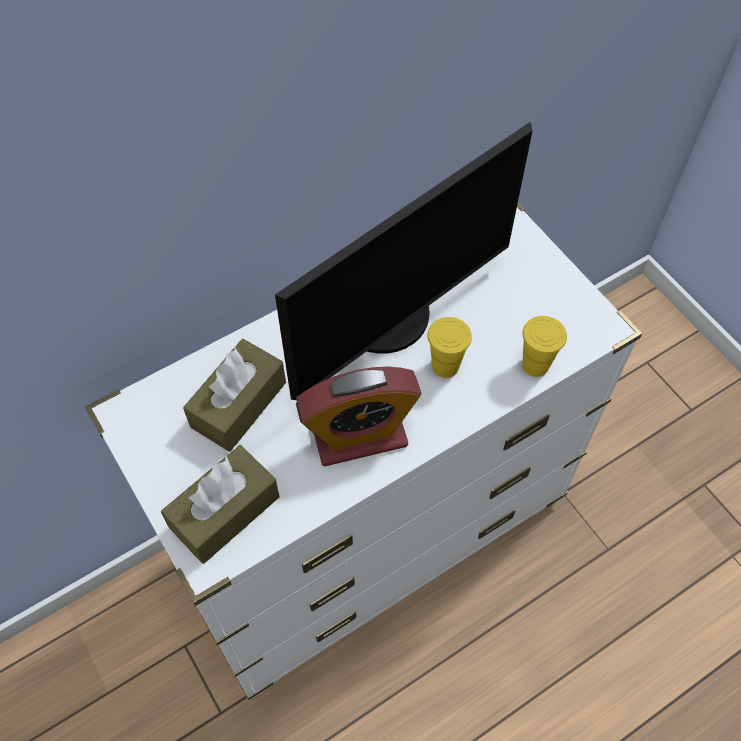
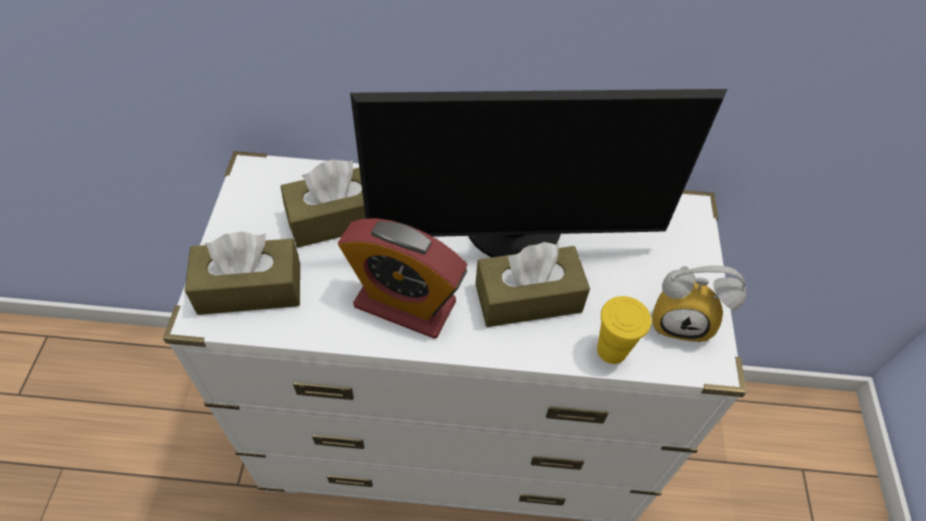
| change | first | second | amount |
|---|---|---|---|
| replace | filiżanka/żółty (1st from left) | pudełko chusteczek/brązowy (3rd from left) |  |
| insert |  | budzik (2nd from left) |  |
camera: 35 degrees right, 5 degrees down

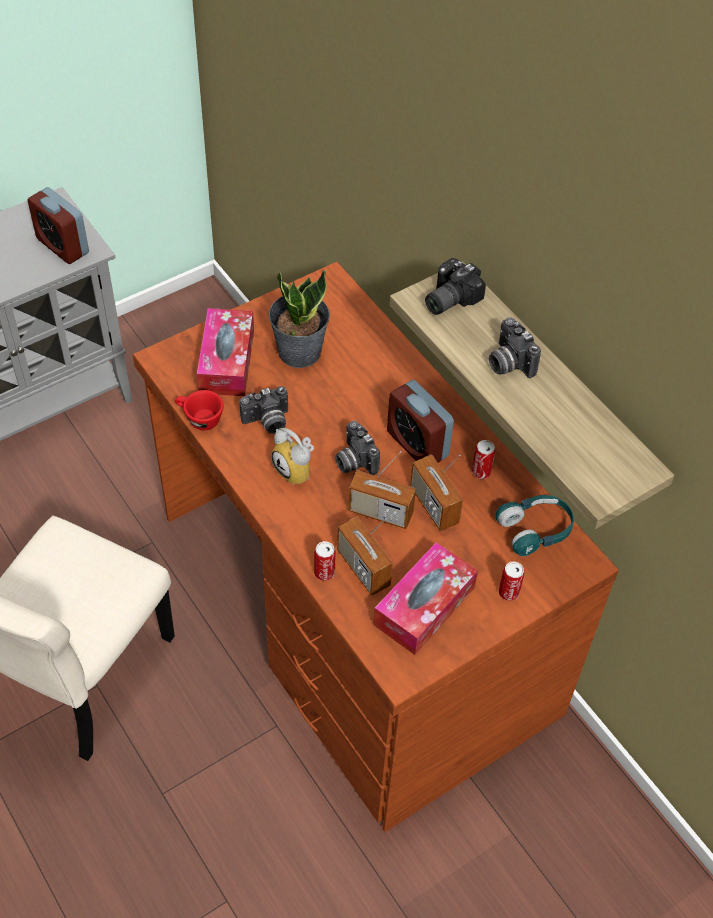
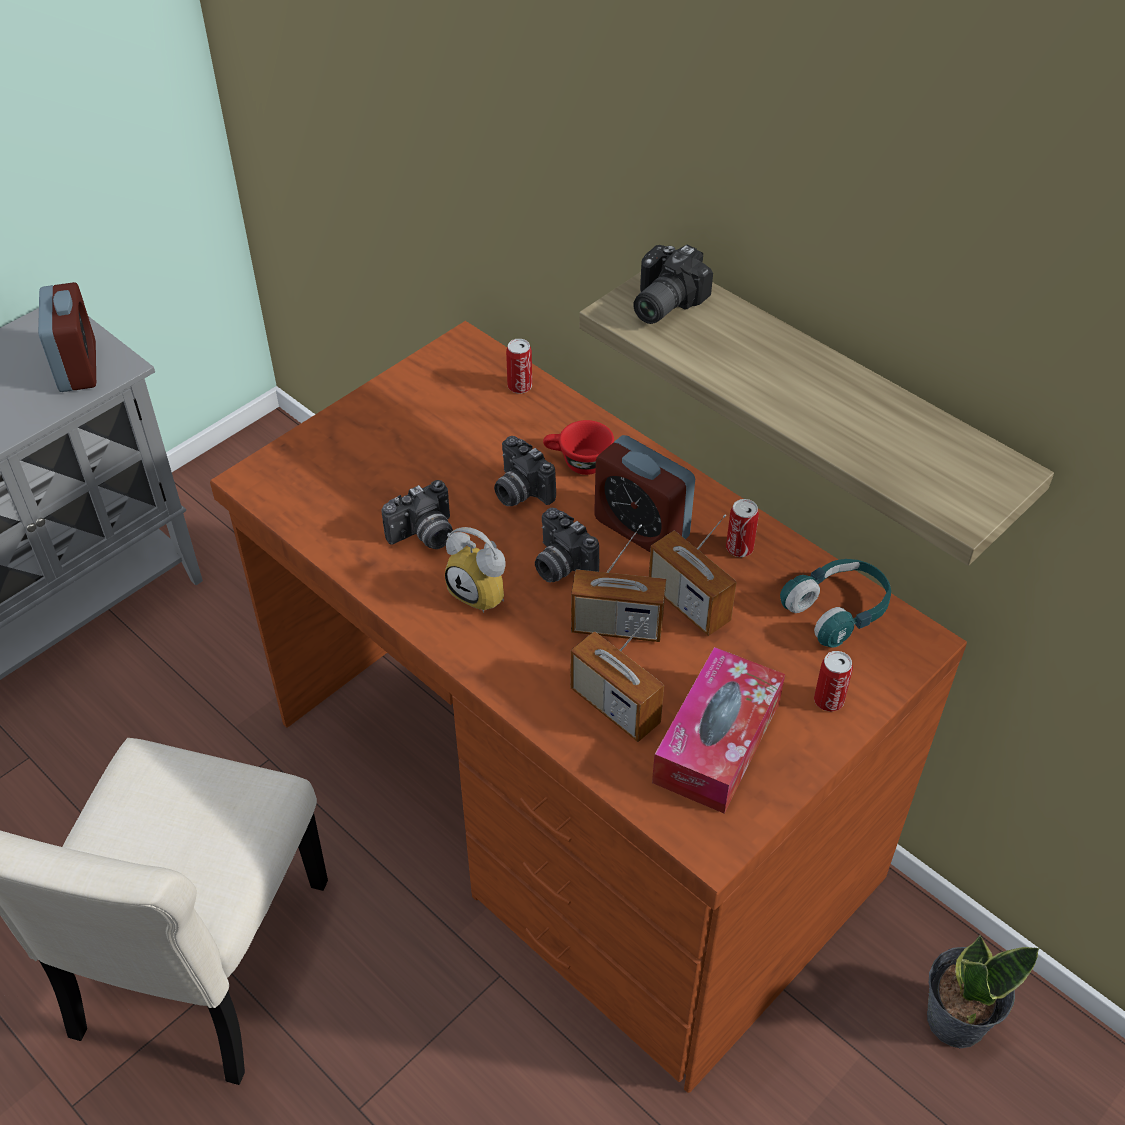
| change | first | second | amount |
|---|---|---|---|
| rotate | budzik (1st from left) |  | 135 degrees counterclockwise |
| move | roślina doniczkowa |  |  |
| delete | pudełko chusteczek (1st from left) |  |  |
| move | aparat fotograficzny (4th from left in the first image) | aparat fotograficzny (2nd from left) |  |
| move | filiżanka/czerwony |  |  |
| move | puszka (1st from left) |  |  |
camera: 10 degrees left, 5 degrees down

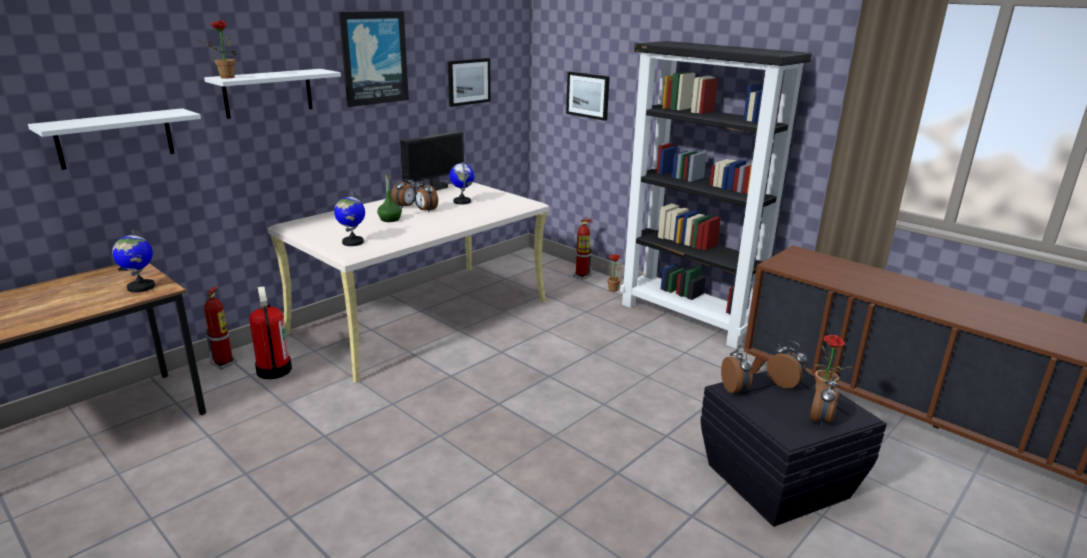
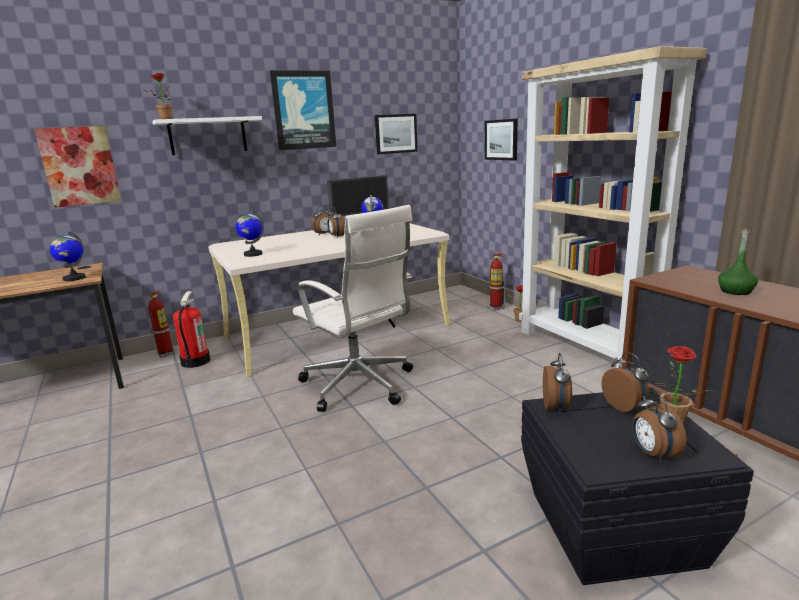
| change | first | second | amount |
|---|---|---|---|
| recolor | regał/czarny | regał/beżowy |  |
| replace | półka/biały (1st from left) | obraz (1st from left) |  |
| move | butelka/zielony |  |  |
| rotate | budzik (5th from left) |  | 120 degrees clockwise |
| insert |  | krzesło biurowe/biały |  |
camera: 20 degrees right, 5 degrees down

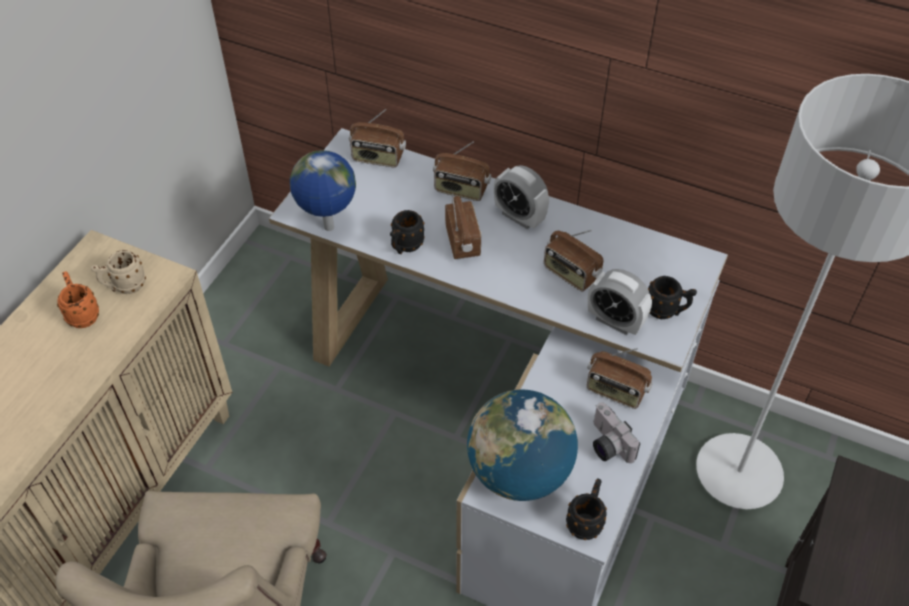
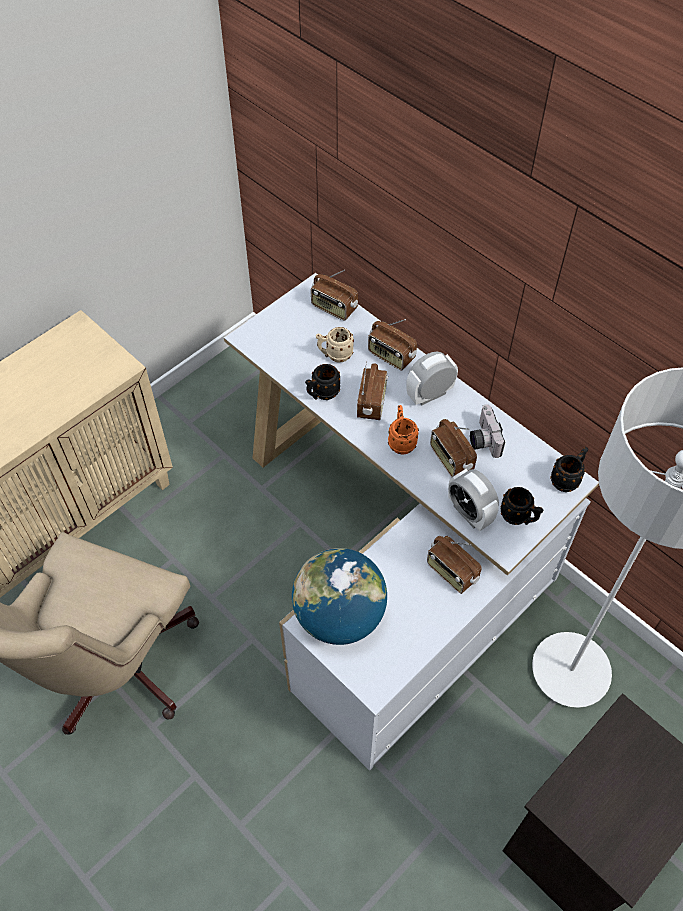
| change | first | second | amount |
|---|---|---|---|
| delete | globus (1st from left) |  |  |
| rotate | budzik (1st from left) |  | 90 degrees clockwise |
| move | kubek/beżowy |  |  |
| move | kubek/pomarańczowy |  |  |
| move | aparat fotograficzny |  |  |
| move | kubek/czarny (2nd from left in the first image) | kubek/czarny (3rd from left) |  |
camera: 20 degrees right, 5 degrees up

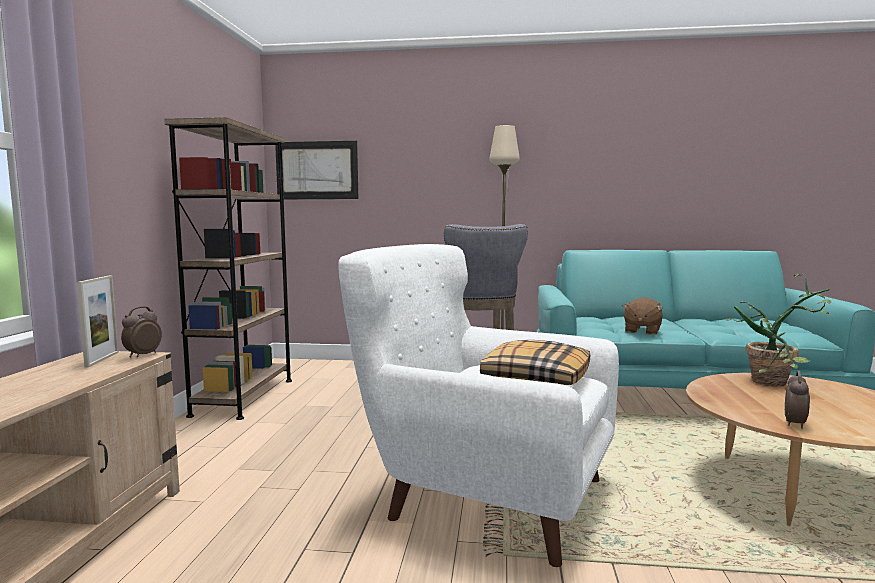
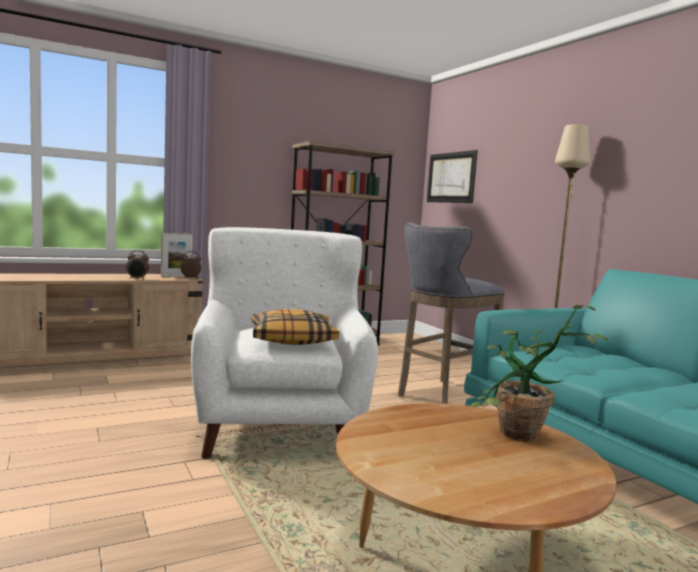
| change | first | second | amount |
|---|---|---|---|
| delete | pluszak/brązowy |  |  |
| move | budzik (2nd from left in the first image) | budzik (1st from left) |  |
camera: 55 degrees right, 0 degrees up

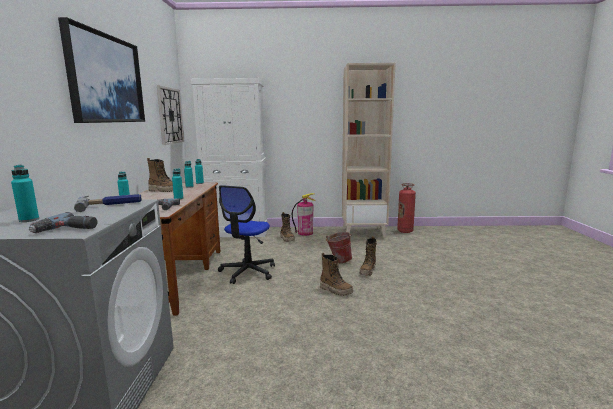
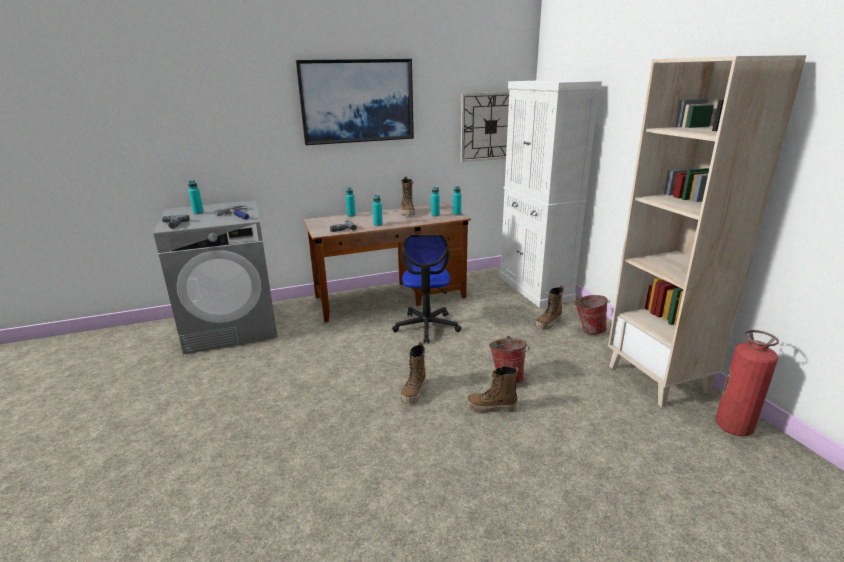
| change | first | second | amount |
|---|---|---|---|
| rotate | krzesło biurowe |  | 90 degrees counterclockwise |
| replace | gaśnica (1st from left) | wiadro (2nd from left) |  |
camera: 70 degrees right, 10 degrees up

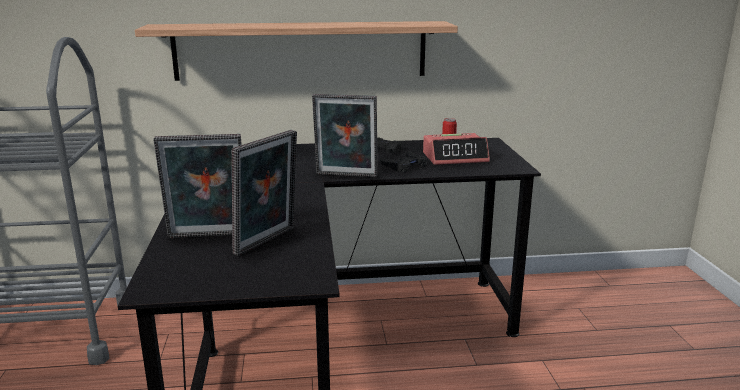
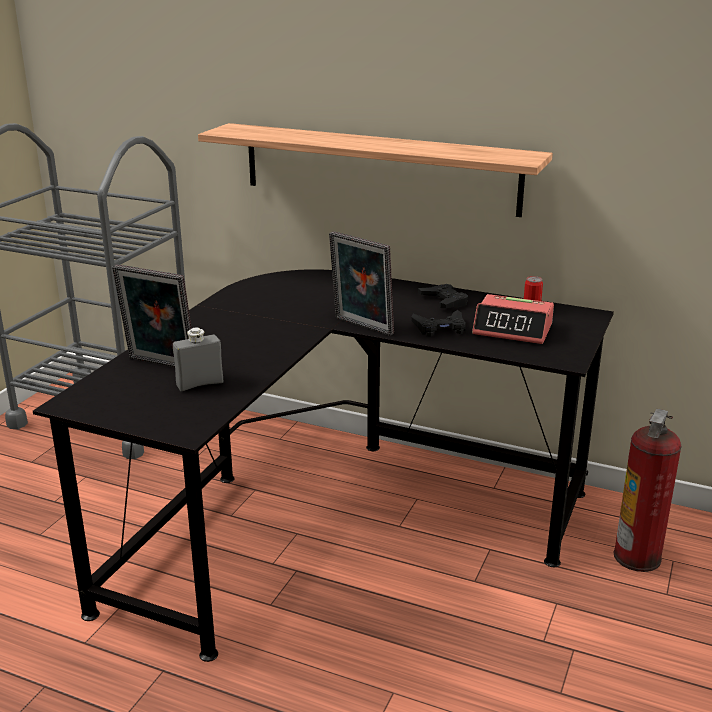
| change | first | second | amount |
|---|---|---|---|
| replace | ramka na zdjęcie (2nd from left) | butelka/szary |  |
| insert |  | gaśnica |  |
camera: 30 degrees right, 5 degrees up

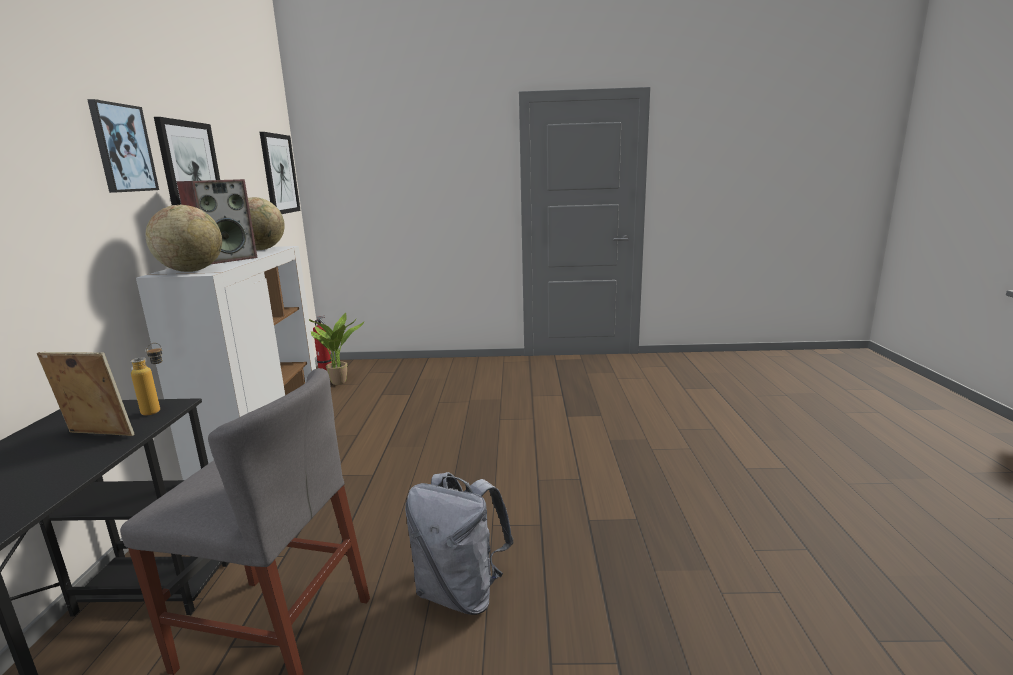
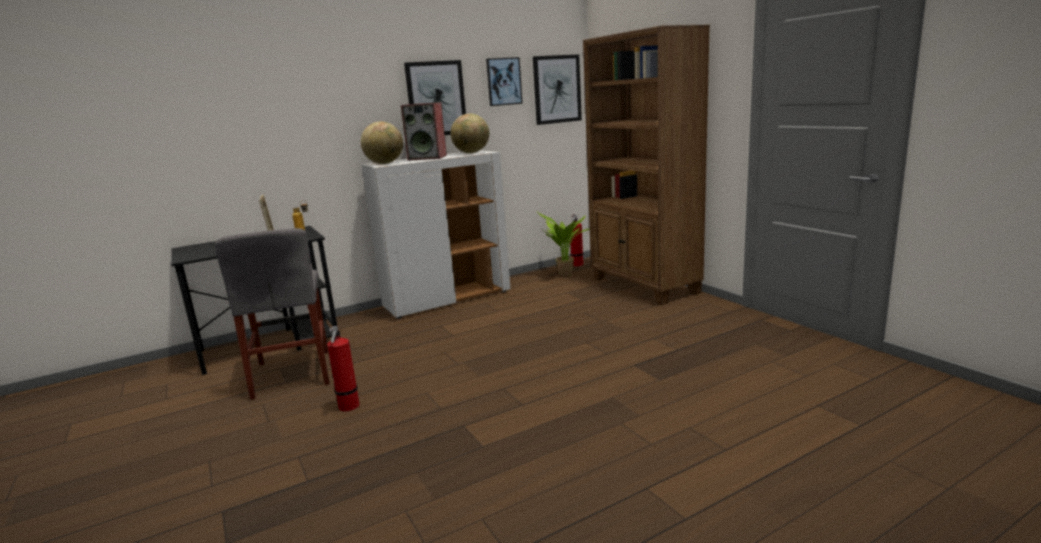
| change | first | second | amount |
|---|---|---|---|
| move | obraz (1st from left in the first image) | obraz (2nd from left) |  |
| replace | plecak/szary | gaśnica (1st from left) |  |
| insert |  | regał/brązowy |  |
camera: 60 degrees right, 0 degrees up

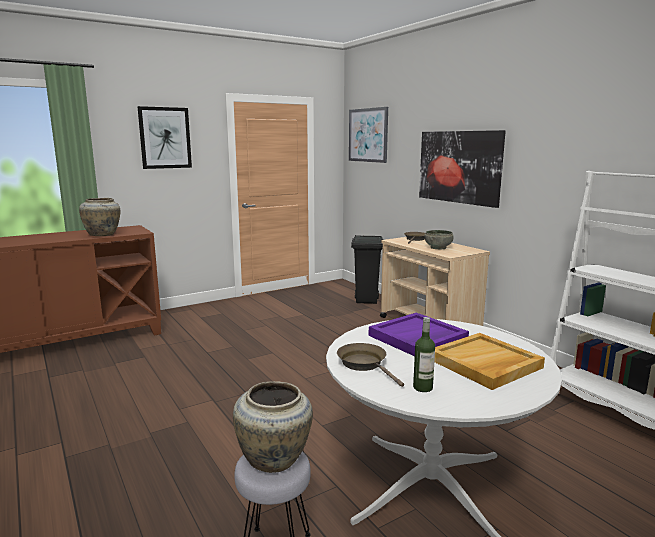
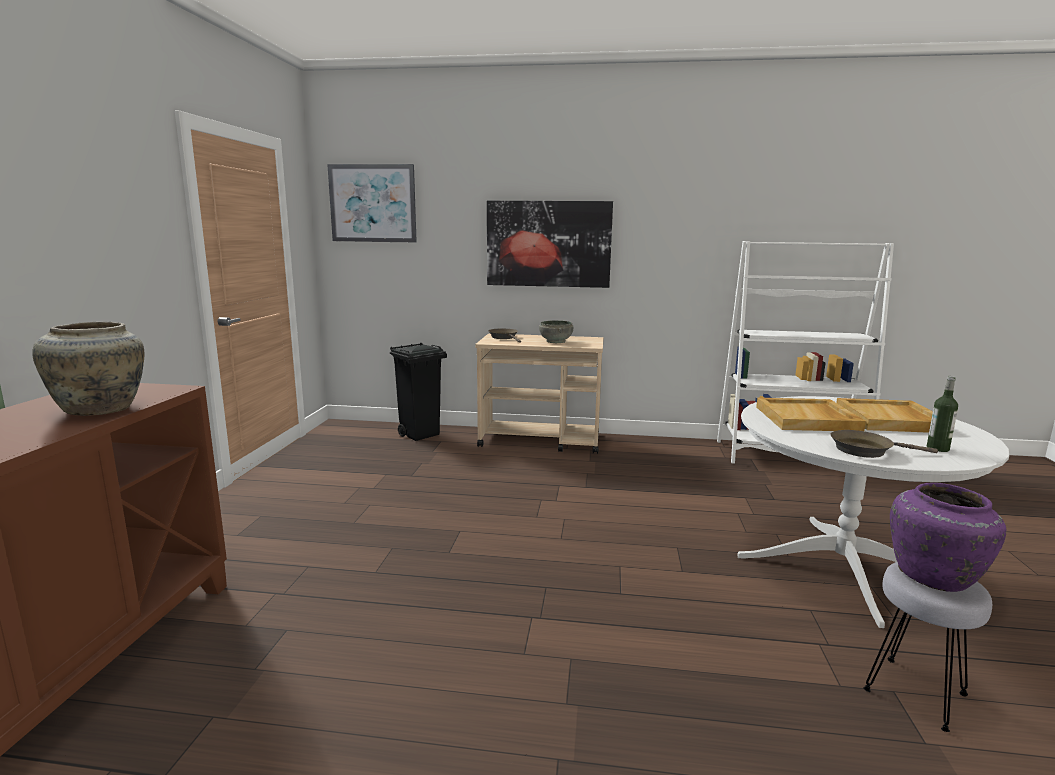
| change | first | second | amount |
|---|---|---|---|
| delete | obraz (1st from left) |  |  |
| recolor | taca/fioletowy | taca/beżowy (1st from left) |  |
| recolor | wazon/beżowy (2nd from left) | wazon/fioletowy |  |
camera: 50 degrees left, 0 degrees up

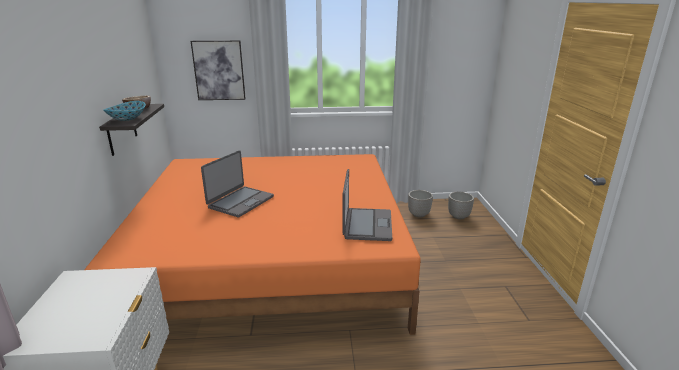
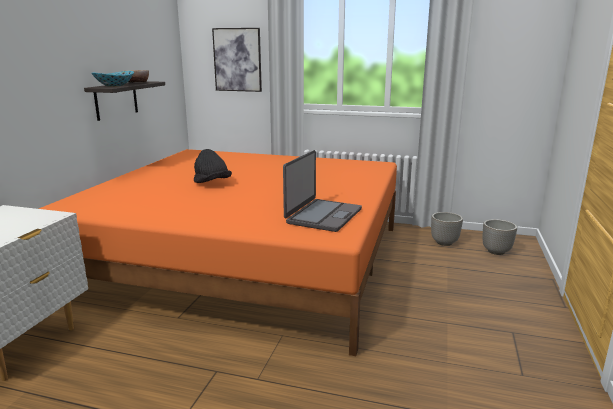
| change | first | second | amount |
|---|---|---|---|
| replace | laptop (1st from left) | kapelusz/czarny |  |
camera: 20 degrees right, 5 degrees down

